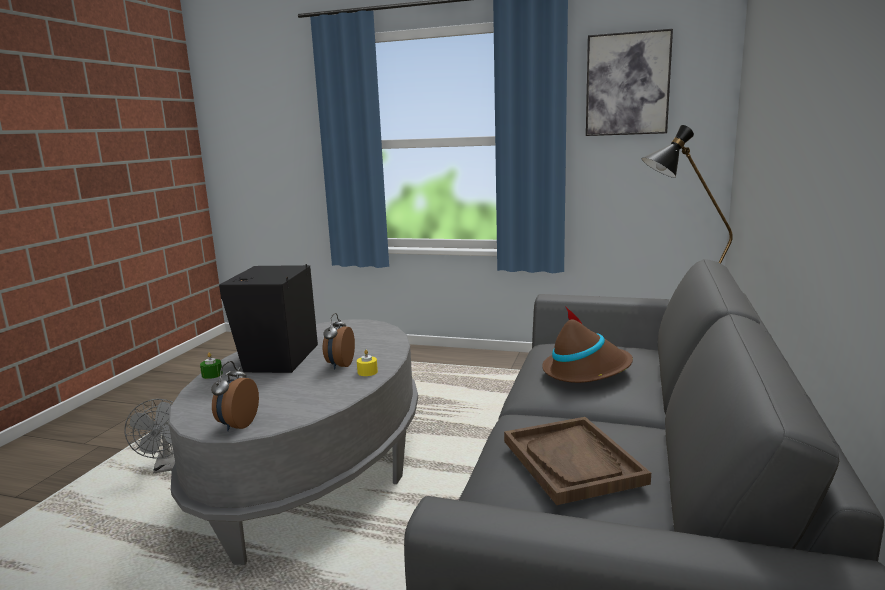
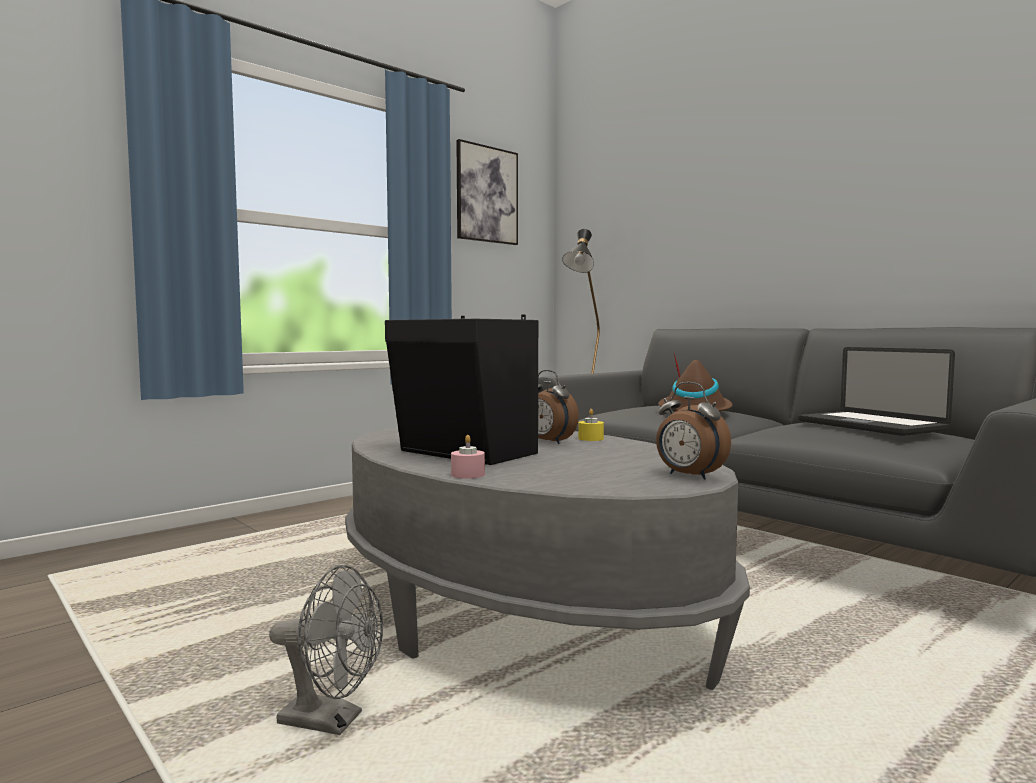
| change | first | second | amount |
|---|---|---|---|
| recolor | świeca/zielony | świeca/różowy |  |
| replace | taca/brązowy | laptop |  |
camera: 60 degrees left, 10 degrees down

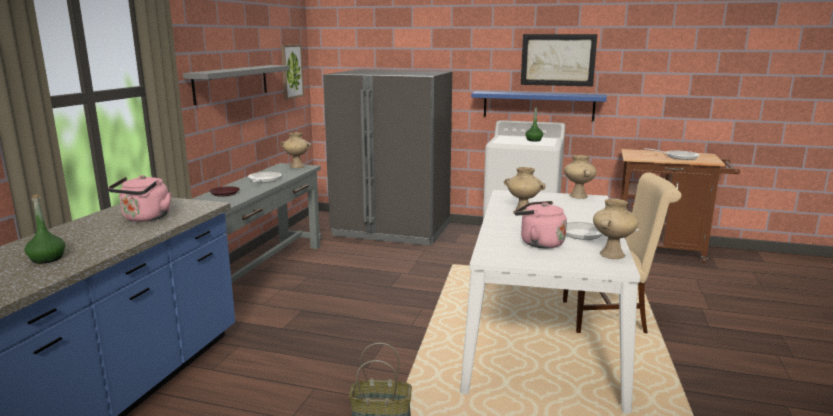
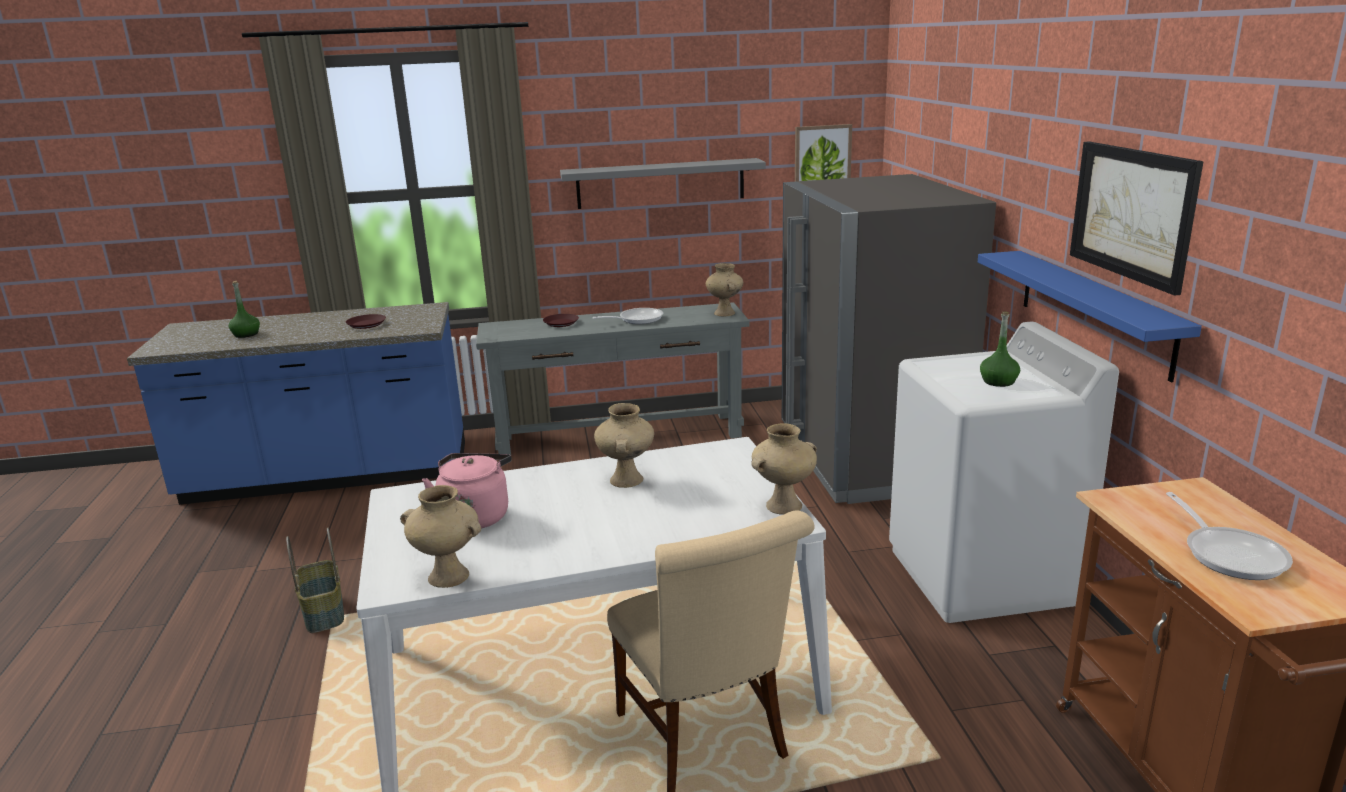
| change | first | second | amount |
|---|---|---|---|
| replace | czajnik/różowy (1st from left) | talerz/brązowy (1st from left) |  |
| delete | patelnia (2nd from left) |  |  |
camera: 65 degrees right, 5 degrees up

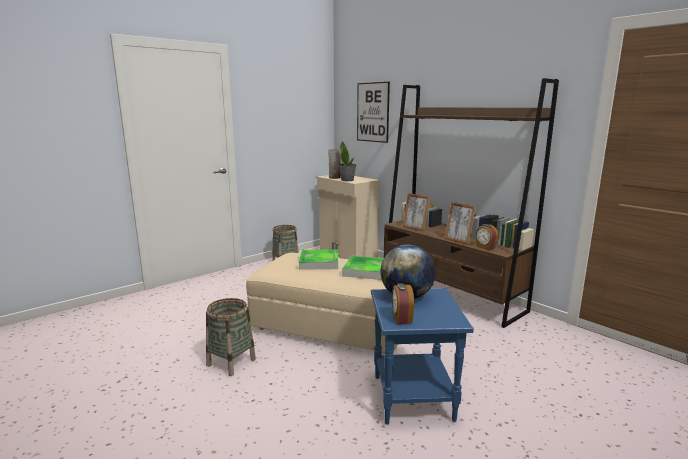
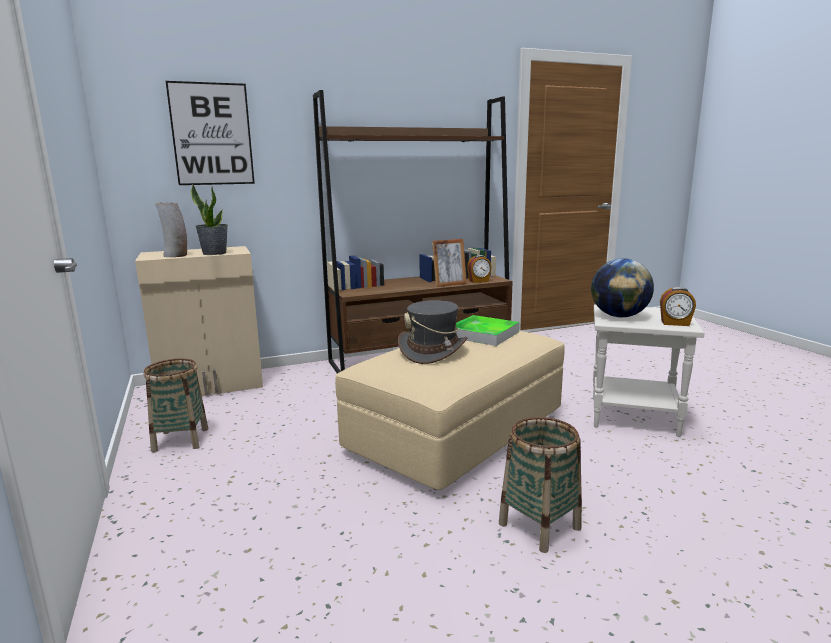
| change | first | second | amount |
|---|---|---|---|
| delete | ramka na zdjęcie (1st from left) |  |  |
| replace | taca (1st from left) | kapelusz/szary |  |
| recolor | stolik/niebieski | stolik/biały |  |
camera: 70 degrees left, 0 degrees up

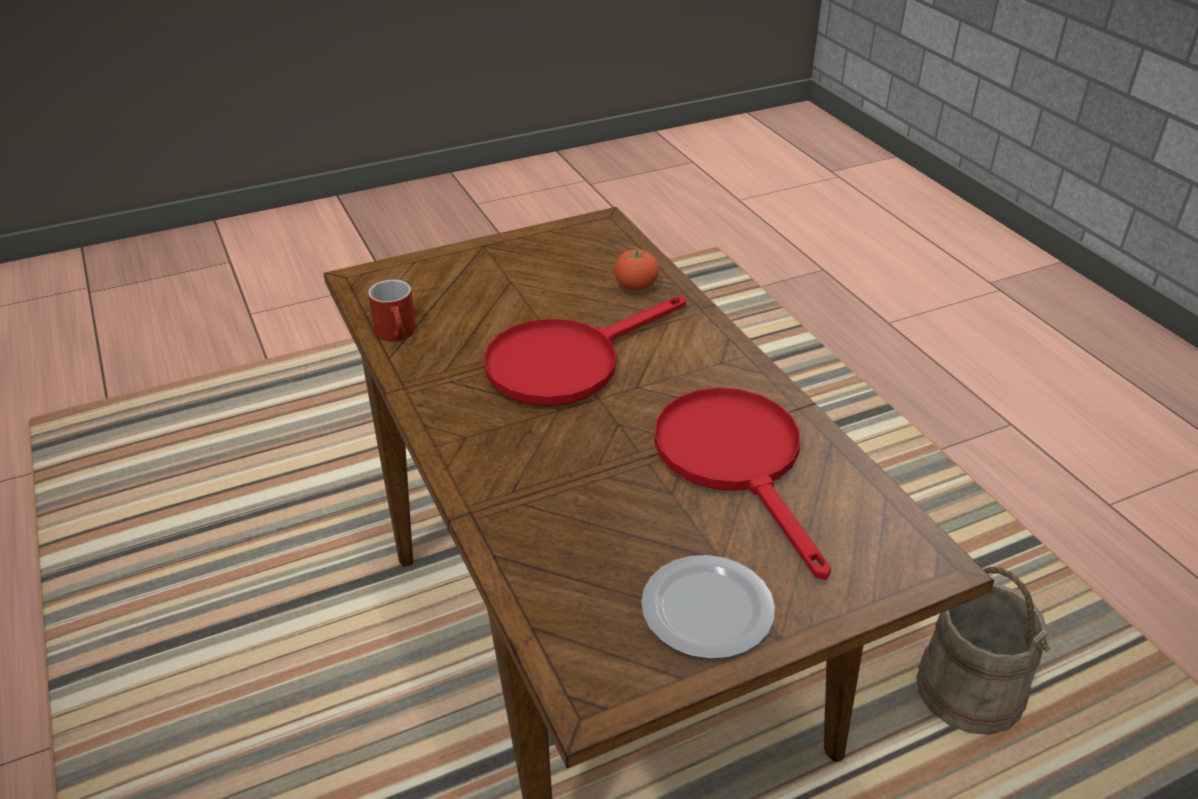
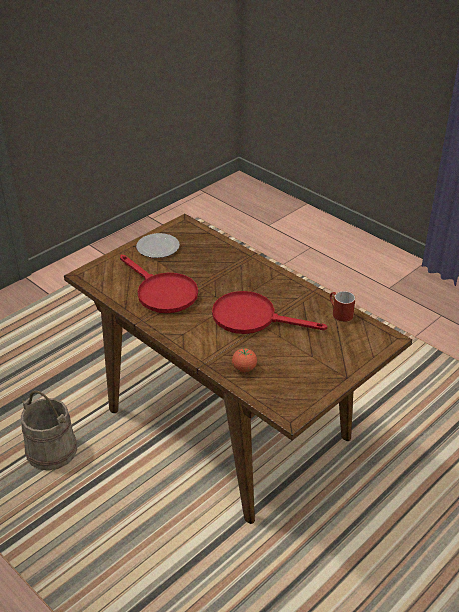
| change | first | second | amount |
|---|---|---|---|
| rotate | patelnia/czerwony (1st from left in the first image) | patelnia/czerwony (2nd from left) | 105 degrees counterclockwise |
camera: 160 degrees right, 0 degrees up

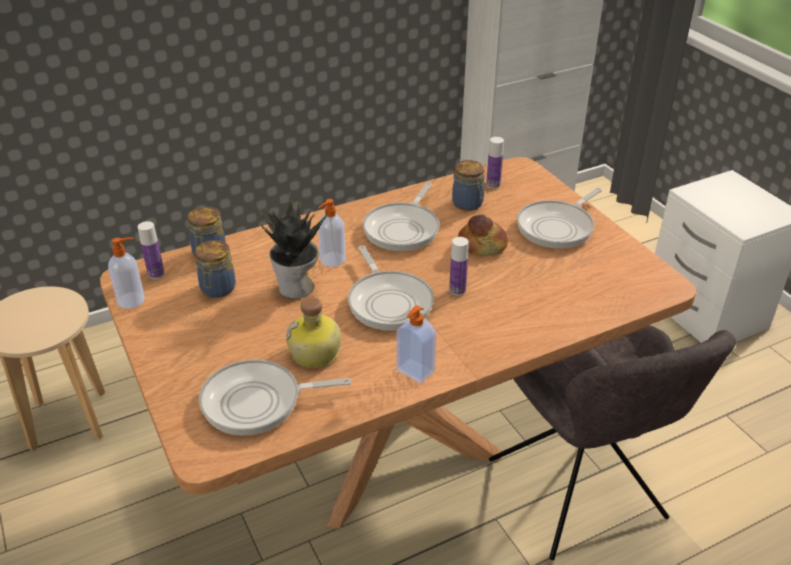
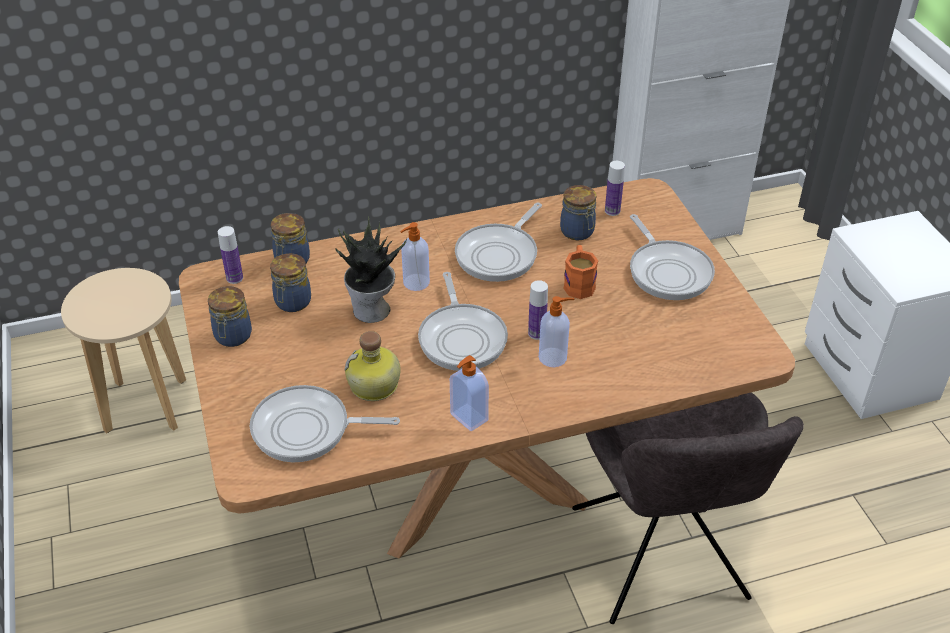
| change | first | second | amount |
|---|---|---|---|
| rotate | patelnia (4th from left) |  | 75 degrees counterclockwise |
| replace | chleb | kubek/pomarańczowy |  |
| move | dozownik mydła (1st from left in the first image) | dozownik mydła (3rd from left) |  |
| insert |  | słoik (1st from left) |  |
camera: 10 degrees right, 5 degrees up

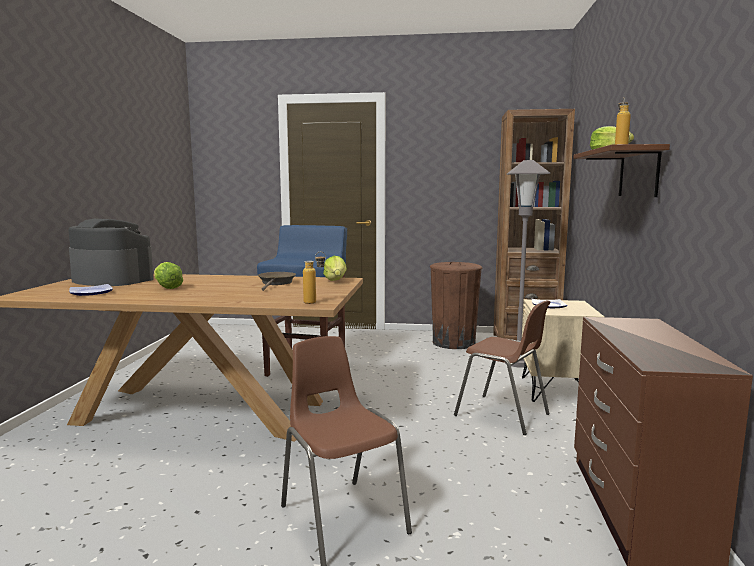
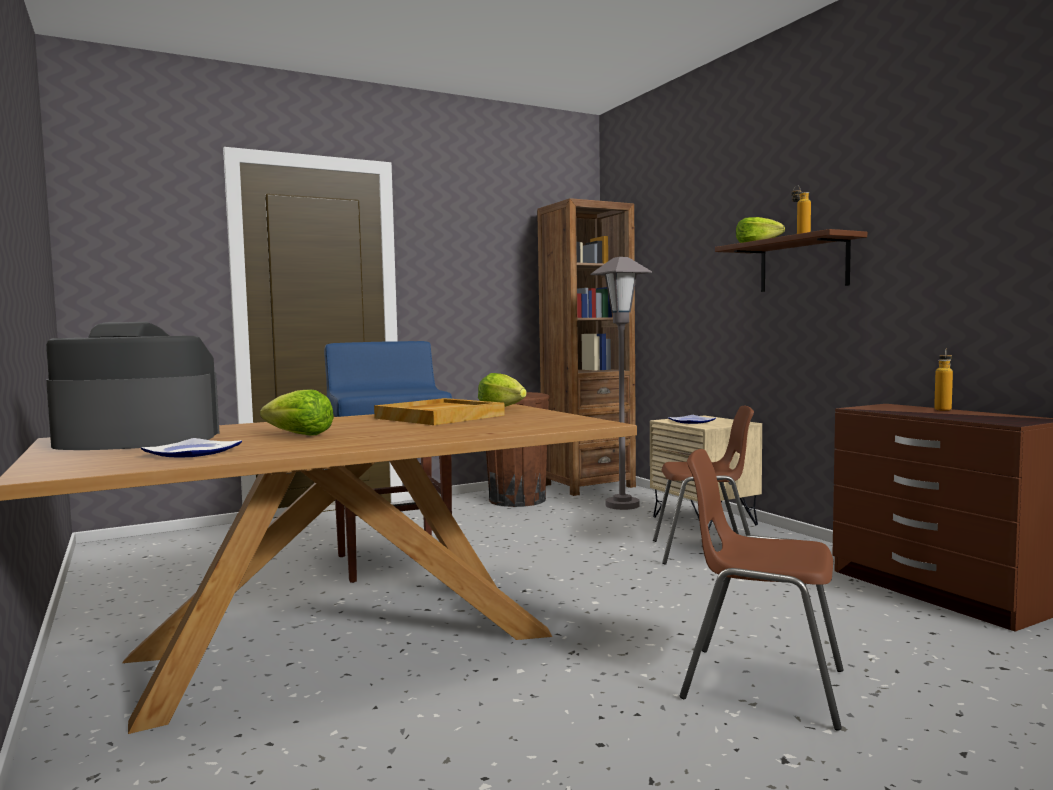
| change | first | second | amount |
|---|---|---|---|
| move | butelka (1st from left in the first image) | butelka (2nd from left) |  |
| replace | patelnia/brązowy | taca/beżowy |  |
camera: 35 degrees left, 5 degrees down

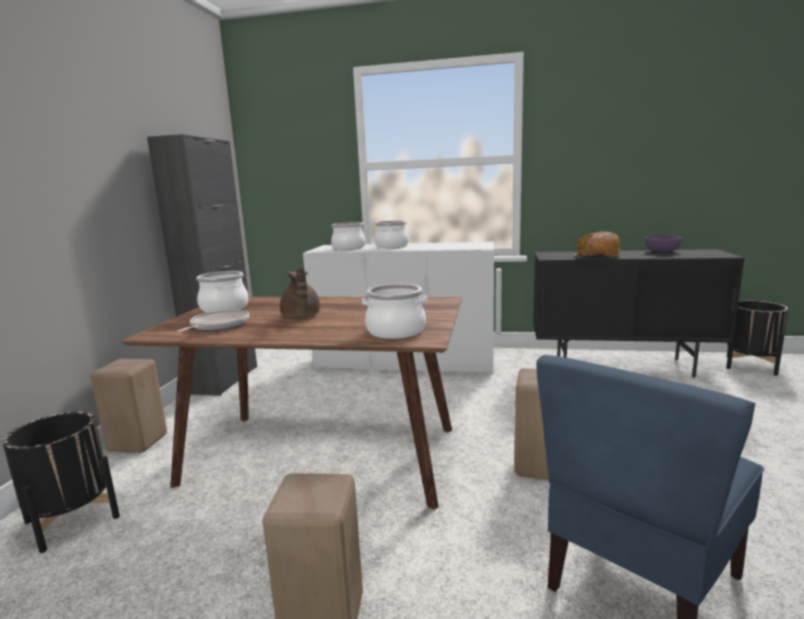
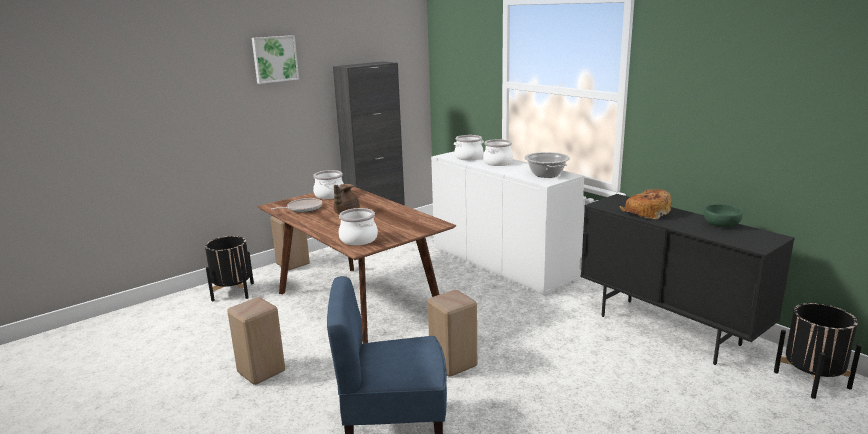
| change | first | second | amount |
|---|---|---|---|
| recolor | miska/fioletowy | miska/zielony |  |
| insert |  | obraz |  |
| insert |  | garnek (5th from left) |  |
camera: 40 degrees right, 5 degrees up

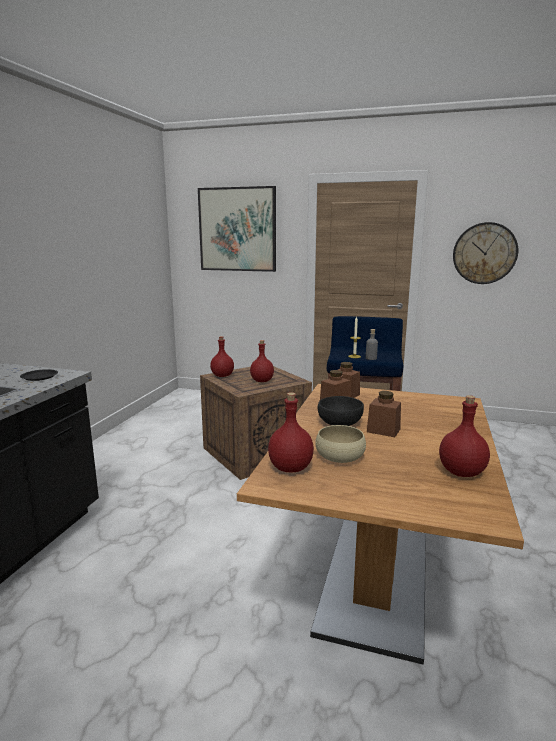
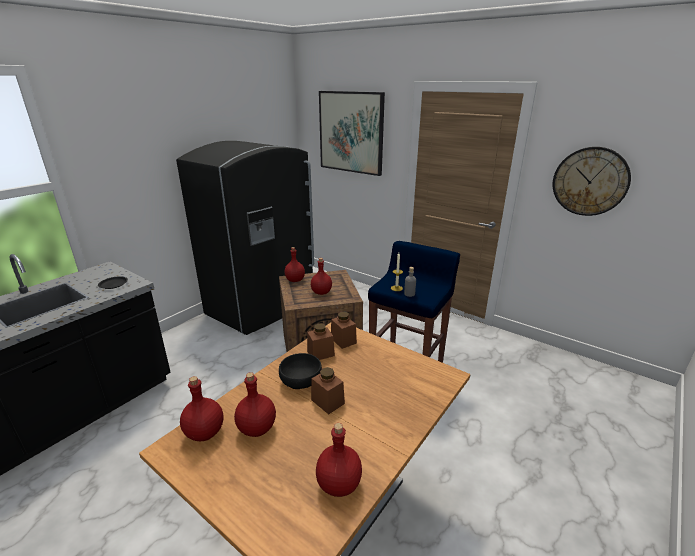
| change | first | second | amount |
|---|---|---|---|
| replace | miska/beżowy | butelka/czerwony (2nd from left) |  |
| insert |  | lodówka/czarny |  |
camera: 20 degrees right, 10 degrees up

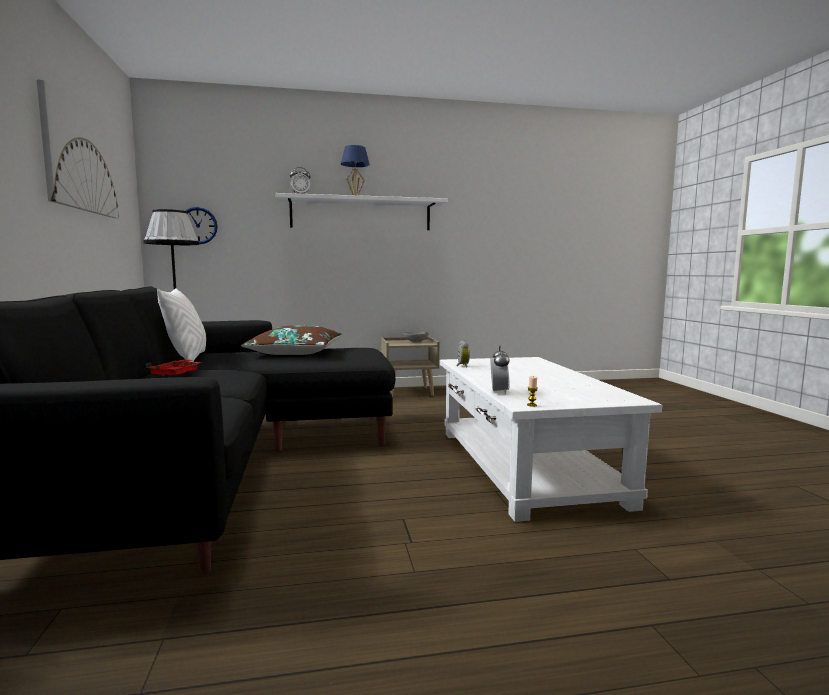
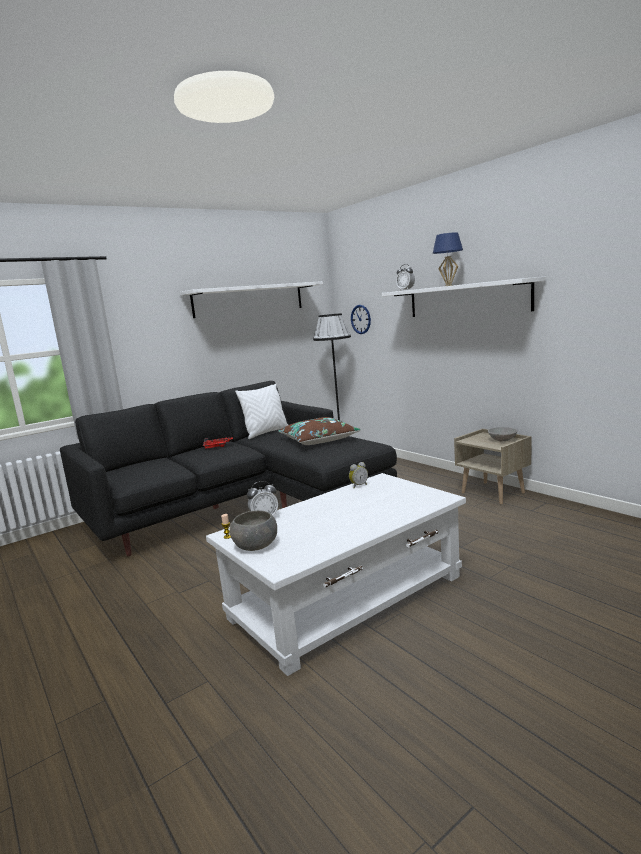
| change | first | second | amount |
|---|---|---|---|
| replace | obraz | półka/biały (1st from left) |  |
| insert |  | miska/szary (1st from left) |  |
camera: 65 degrees right, 5 degrees up

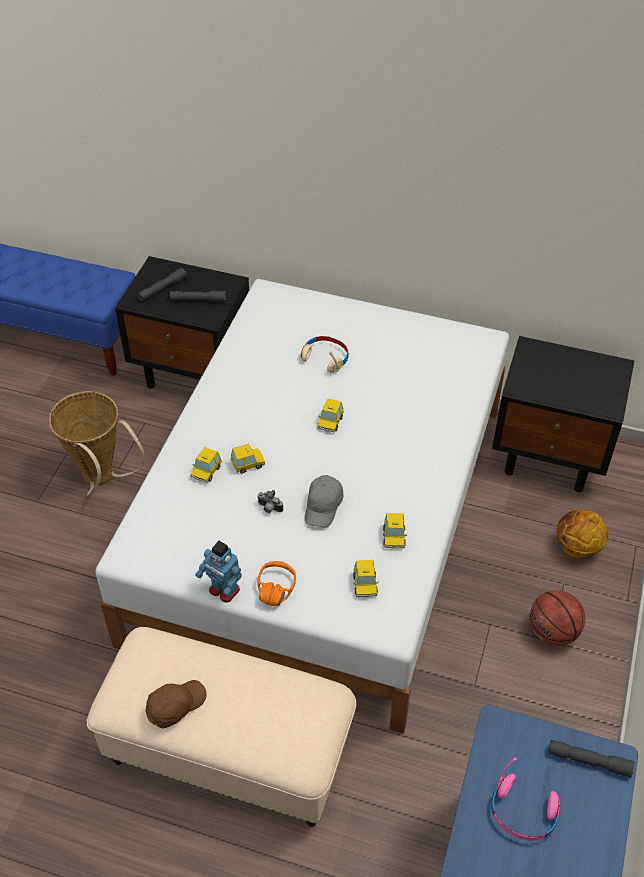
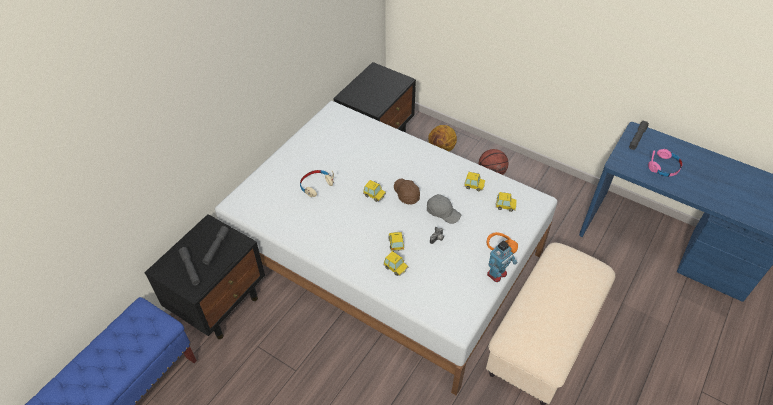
| change | first | second | amount |
|---|---|---|---|
| delete | koszyk |  |  |
| move | czapka z daszkiem/brązowy |  |  |
camera: 75 degrees left, 0 degrees up

